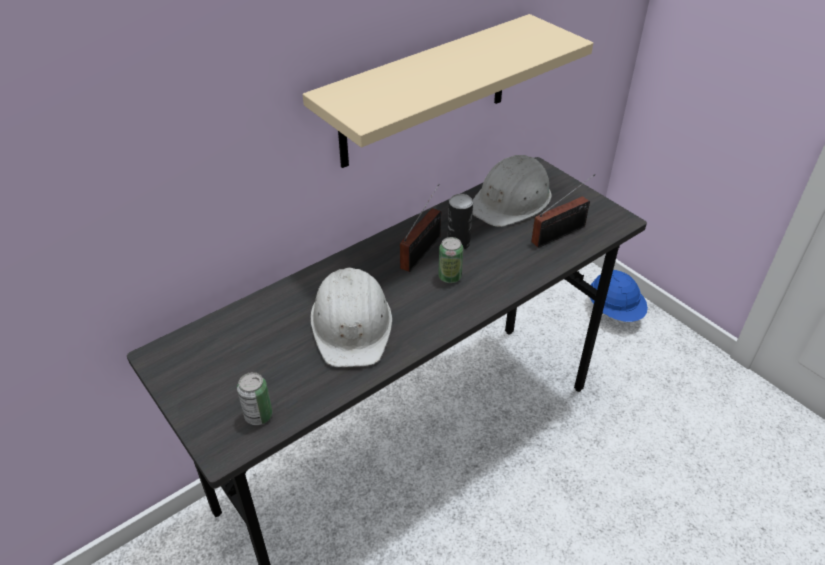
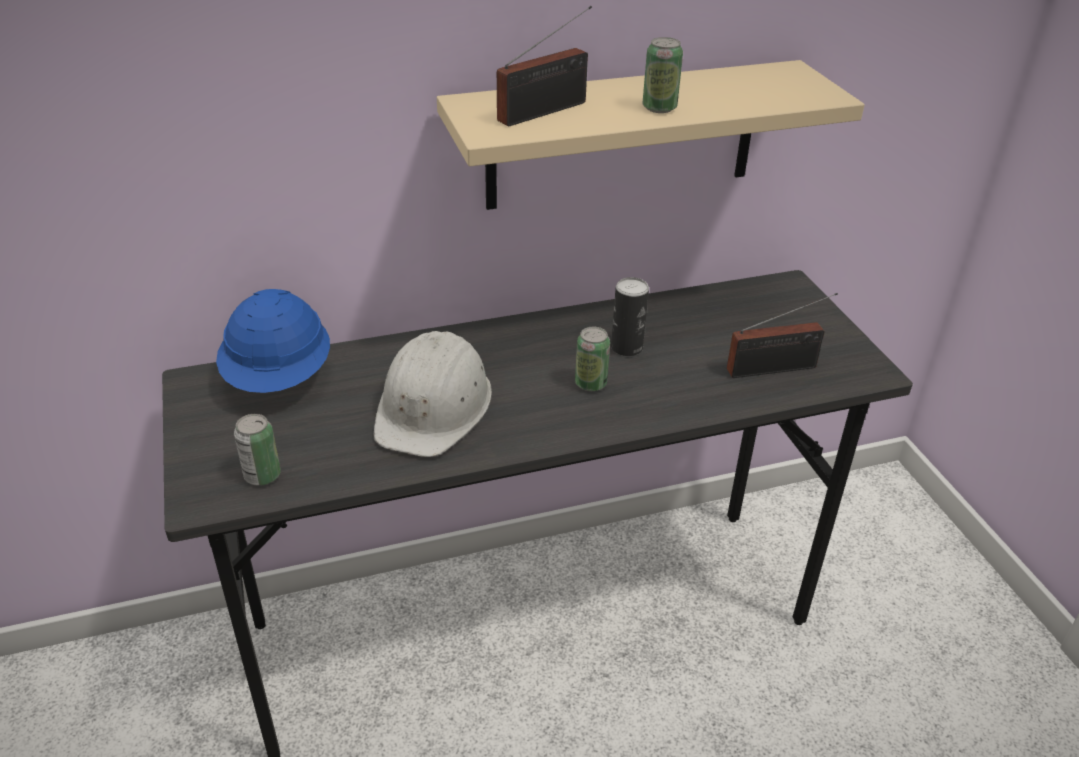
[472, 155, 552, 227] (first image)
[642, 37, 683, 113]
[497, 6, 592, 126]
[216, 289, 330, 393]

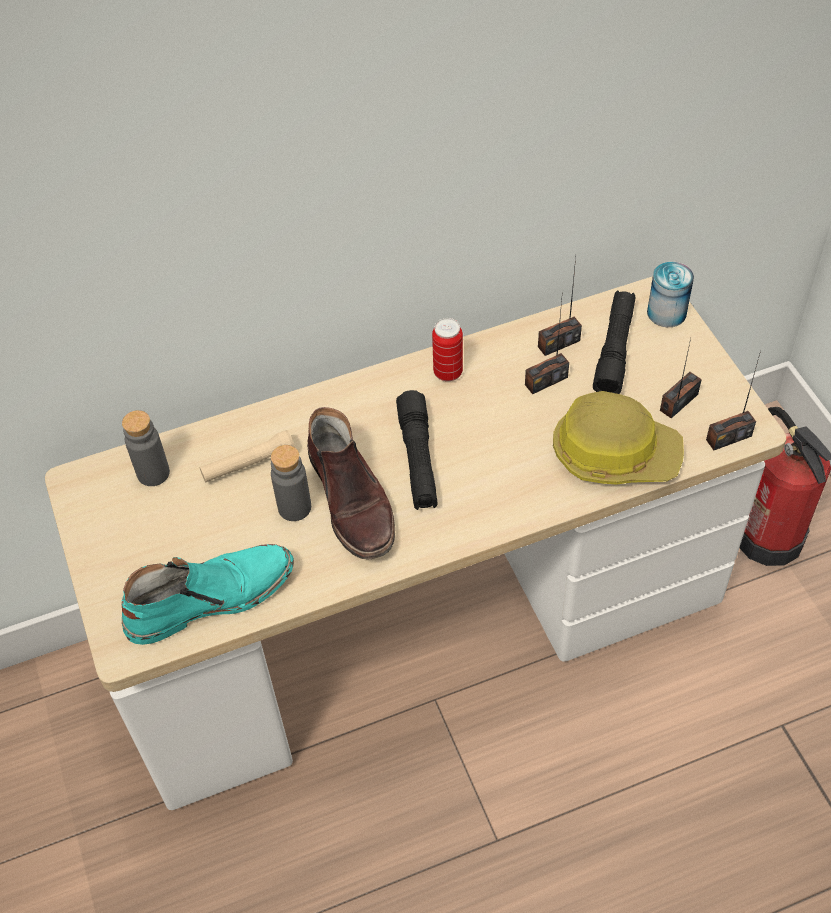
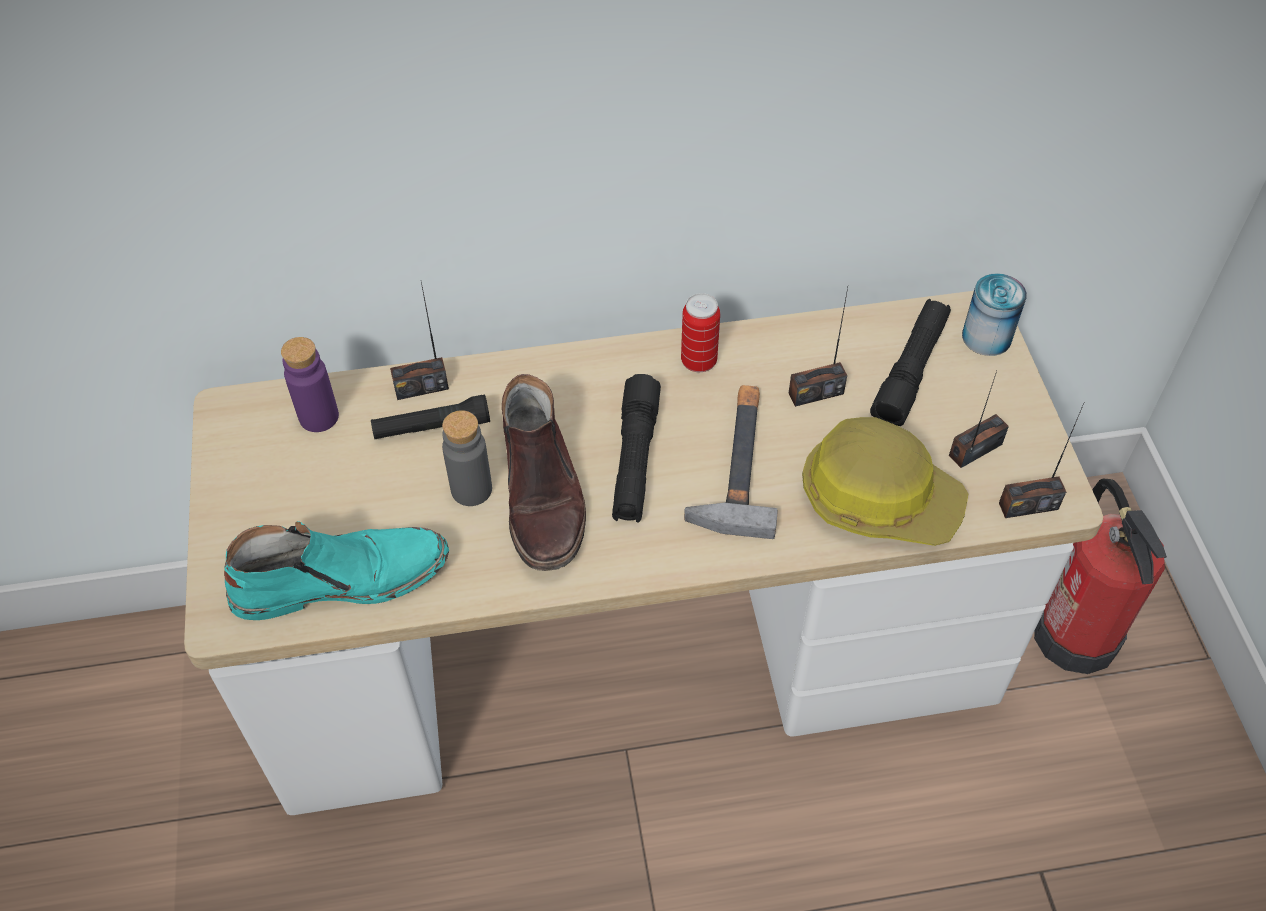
[684, 385, 778, 539]
[390, 282, 449, 400]
[281, 337, 339, 432]
[371, 394, 490, 439]

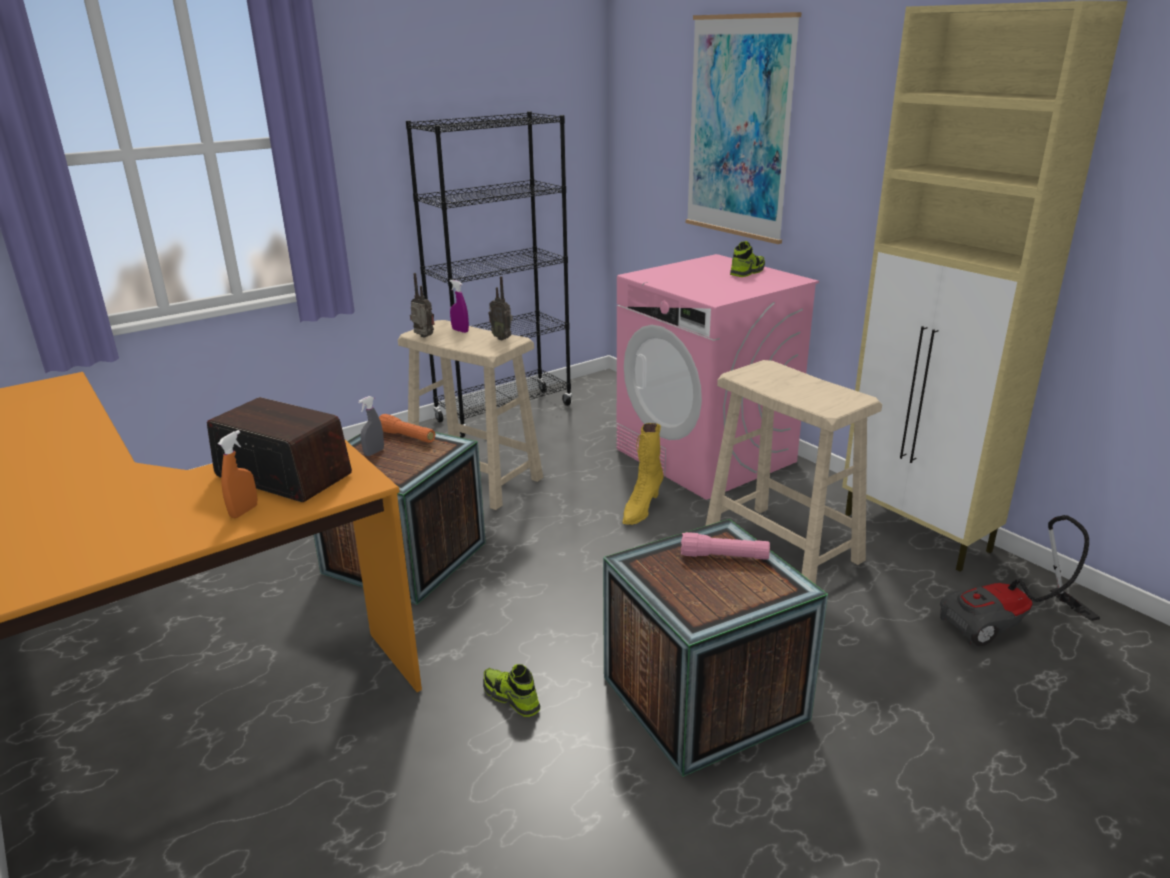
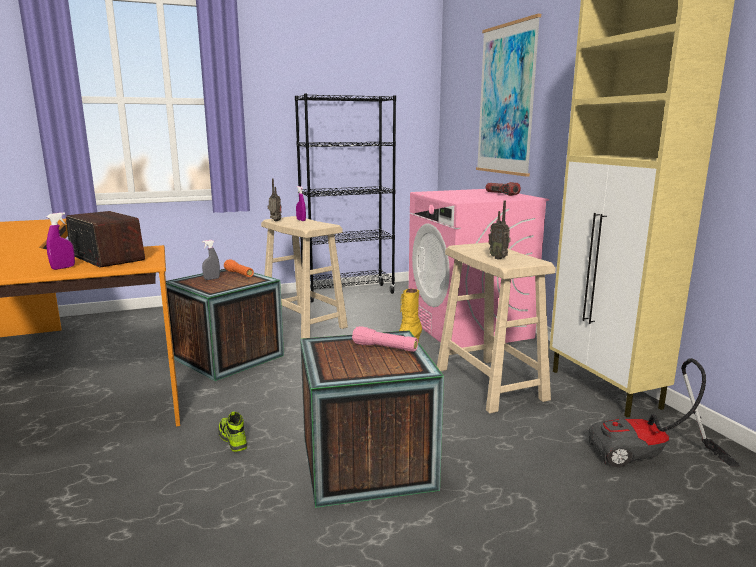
[488, 201, 511, 260]
[485, 182, 521, 196]
[47, 212, 75, 270]

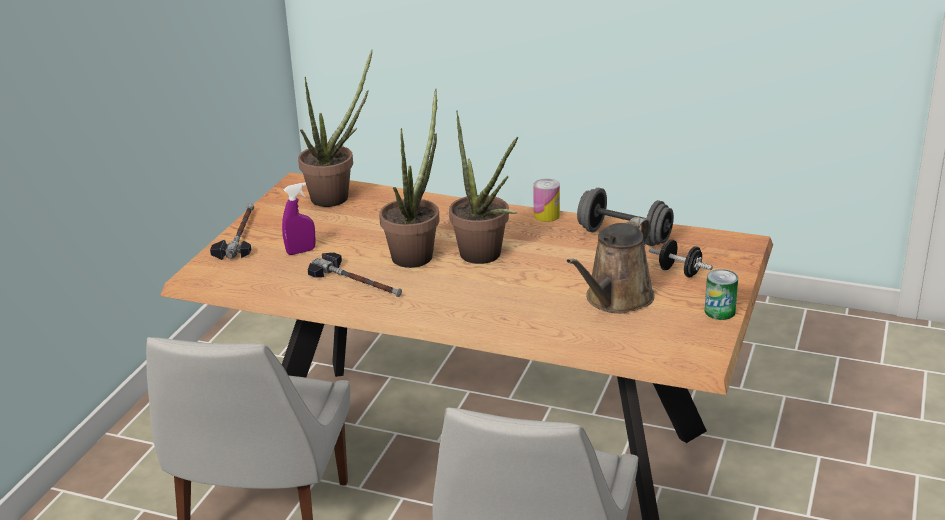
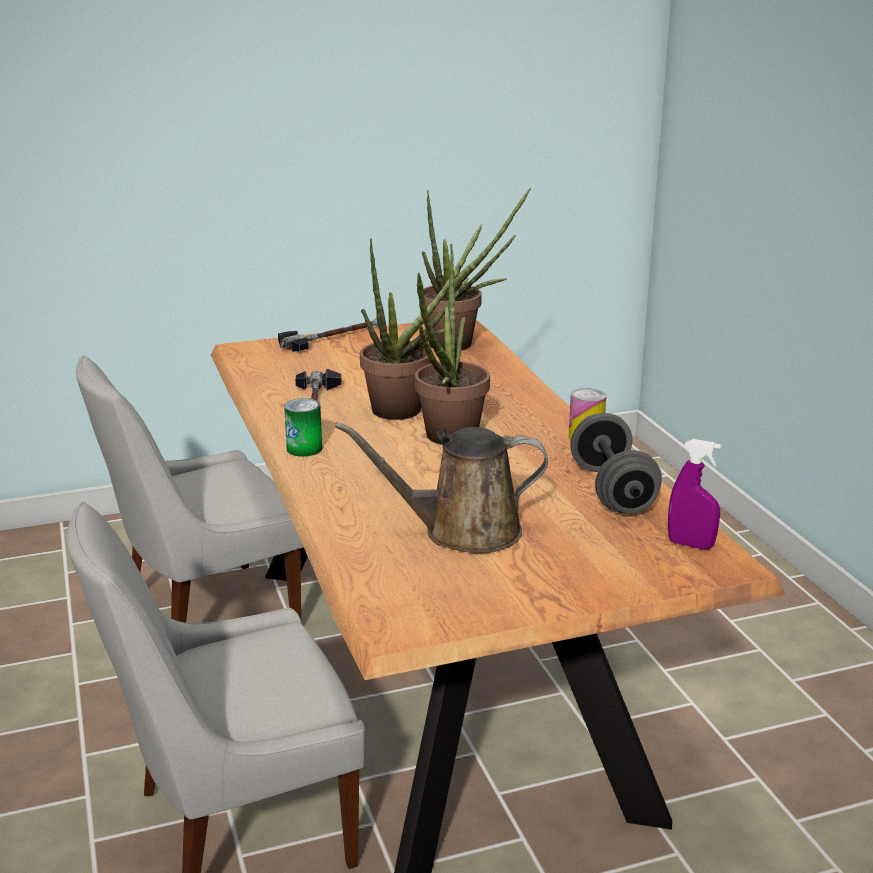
[649, 240, 713, 277] (first image)
[668, 439, 721, 549]
[284, 398, 322, 457]

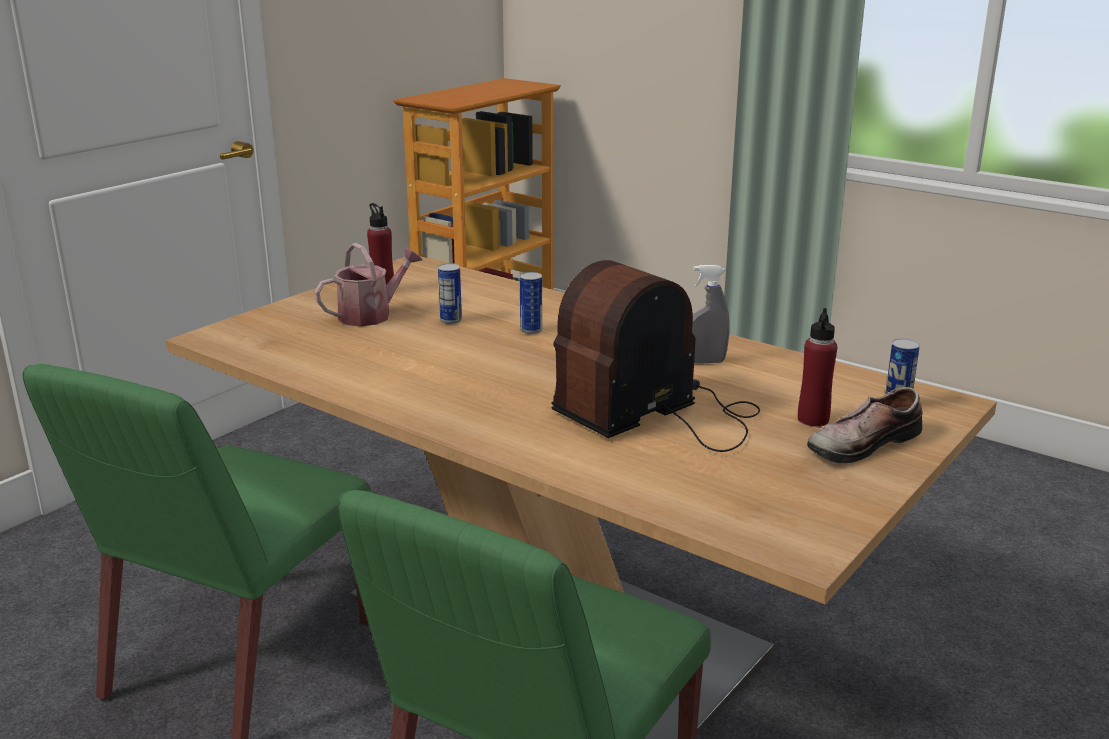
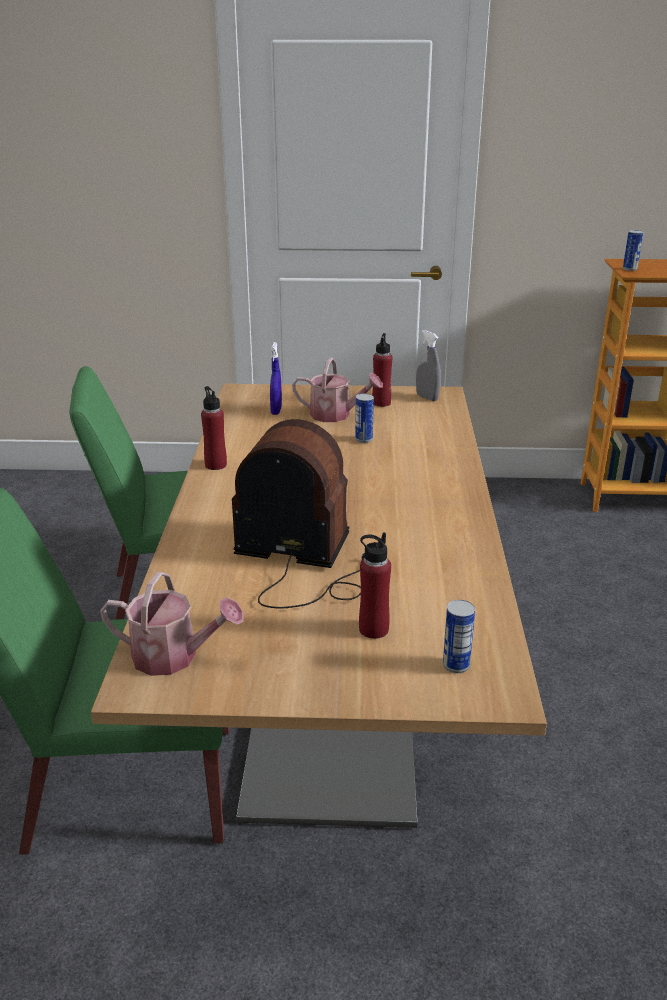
[807, 387, 923, 464] (first image)
[100, 572, 244, 676]
[201, 386, 227, 470]
[270, 342, 282, 415]
[623, 230, 643, 271]
[416, 330, 441, 401]

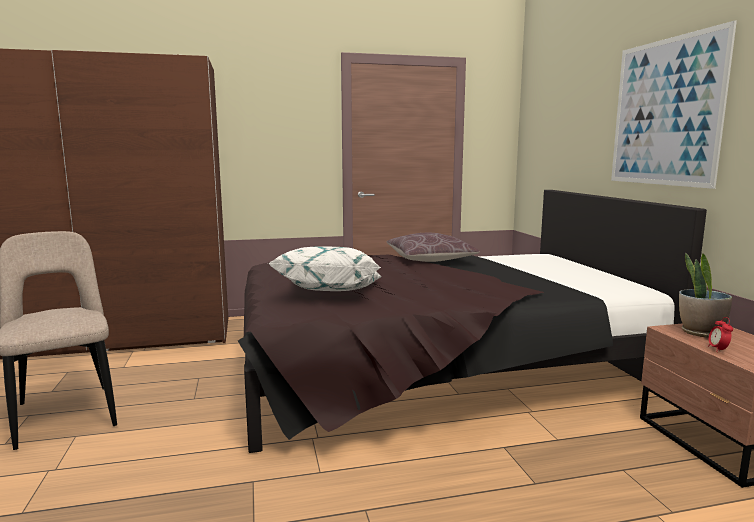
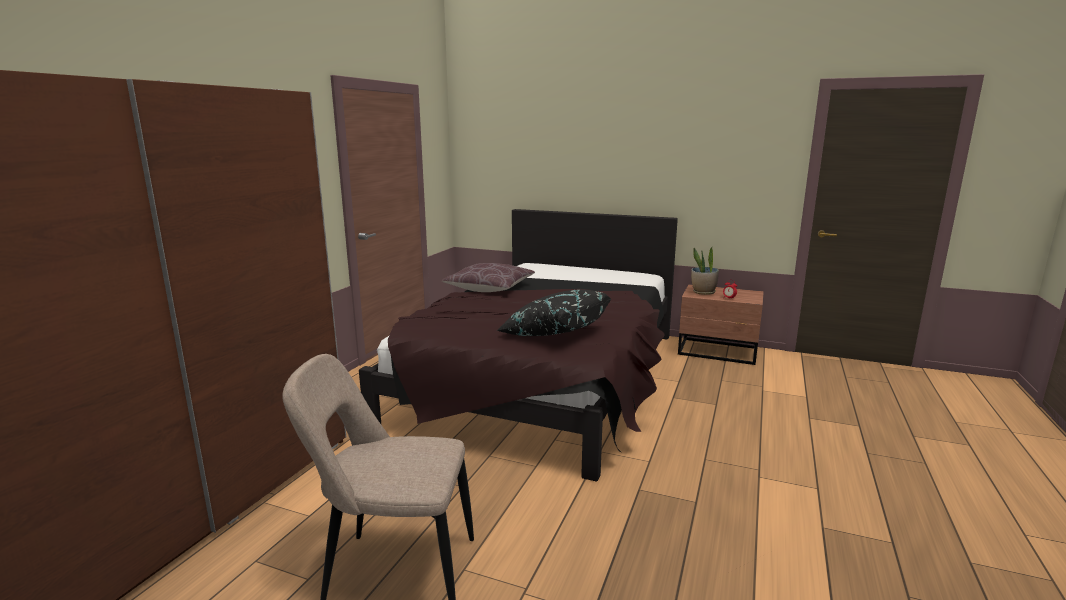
[611, 20, 737, 189] (first image)
[496, 290, 611, 336]

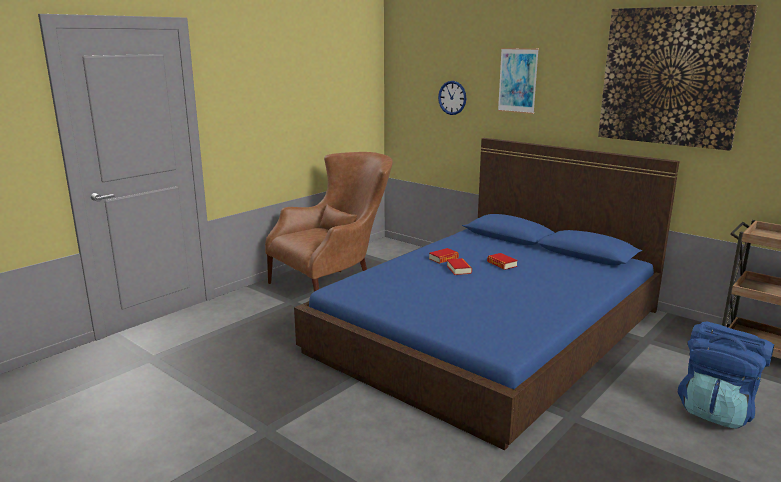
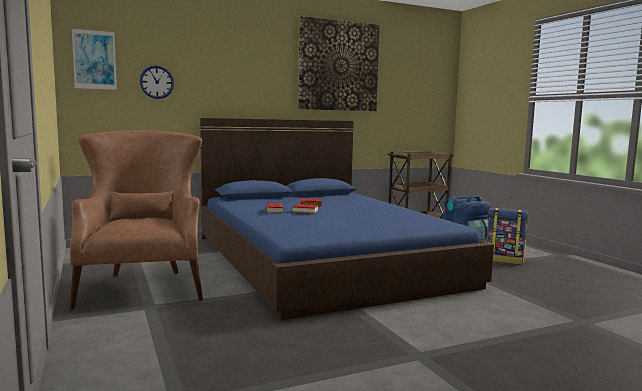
[487, 208, 528, 265]
[72, 28, 117, 91]

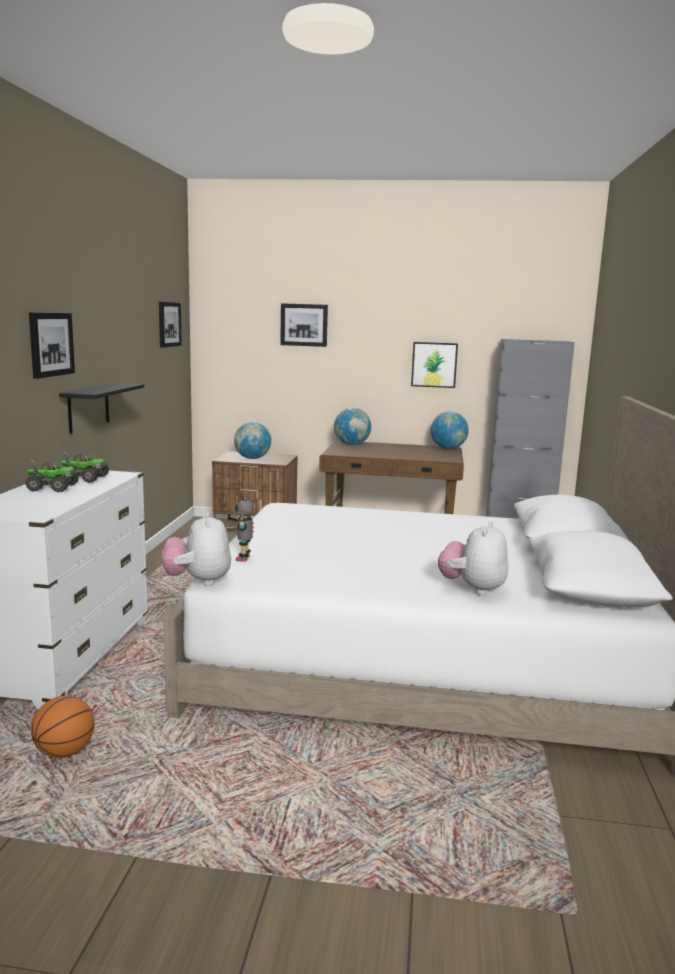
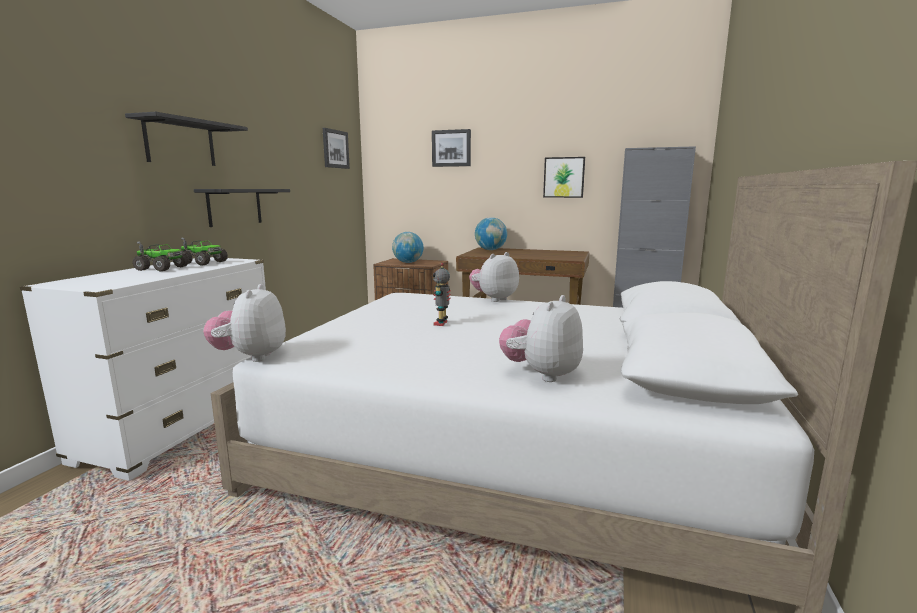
[31, 696, 94, 758] (first image)
[431, 411, 469, 449] (first image)
[469, 252, 519, 302]
[433, 263, 451, 326]
[125, 112, 248, 166]

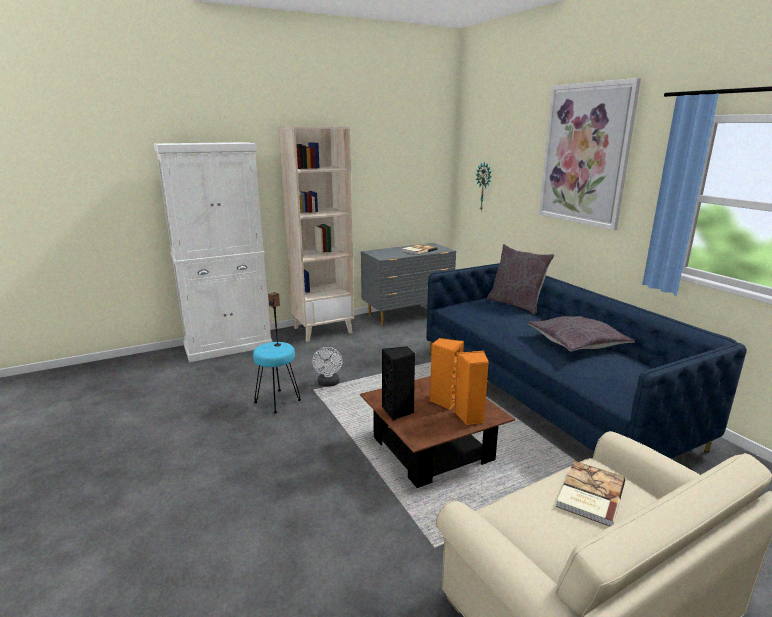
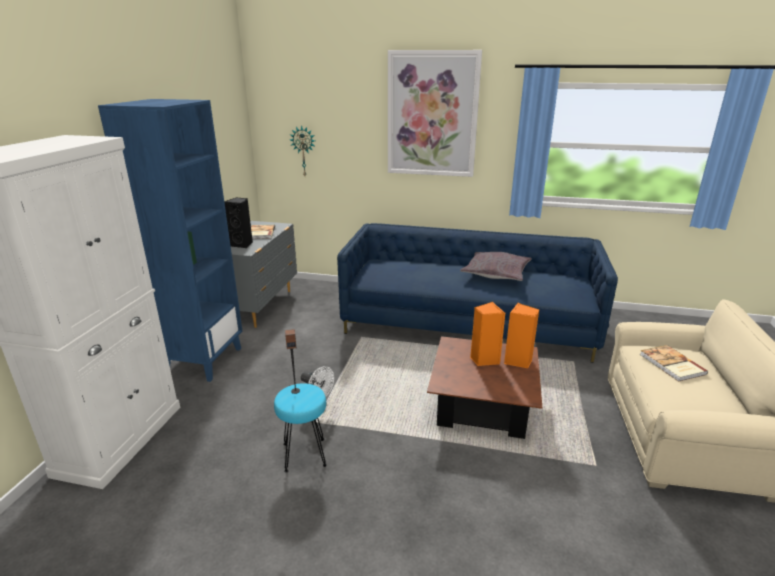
[487, 244, 554, 315] (first image)
[224, 197, 253, 248]
[98, 99, 243, 382]

